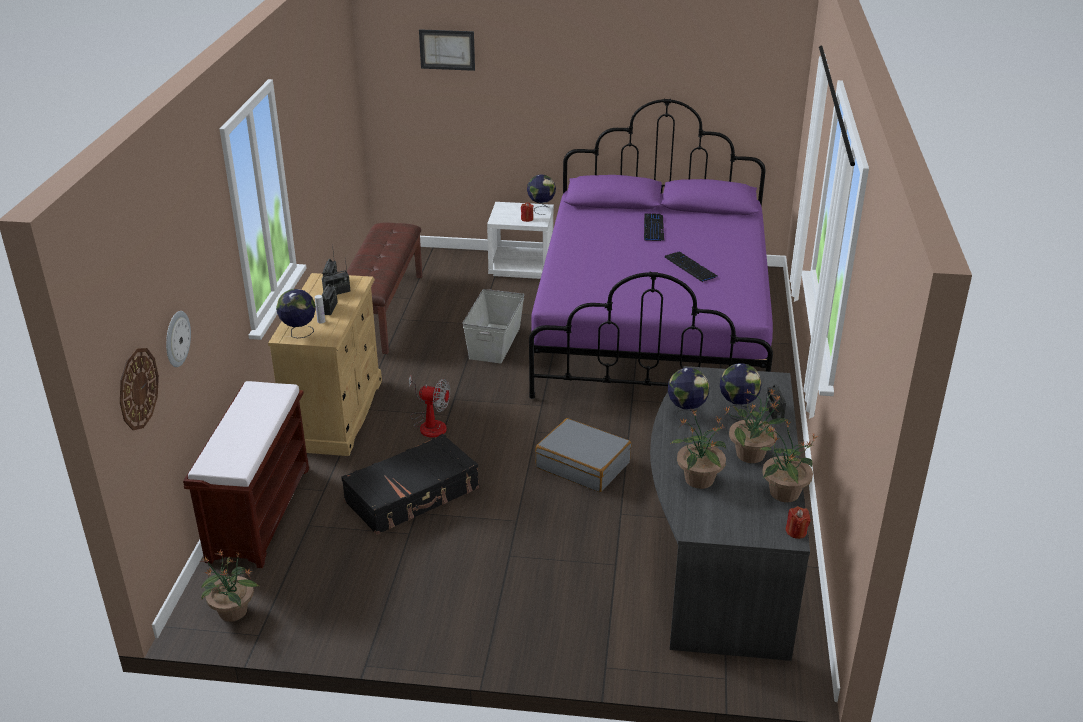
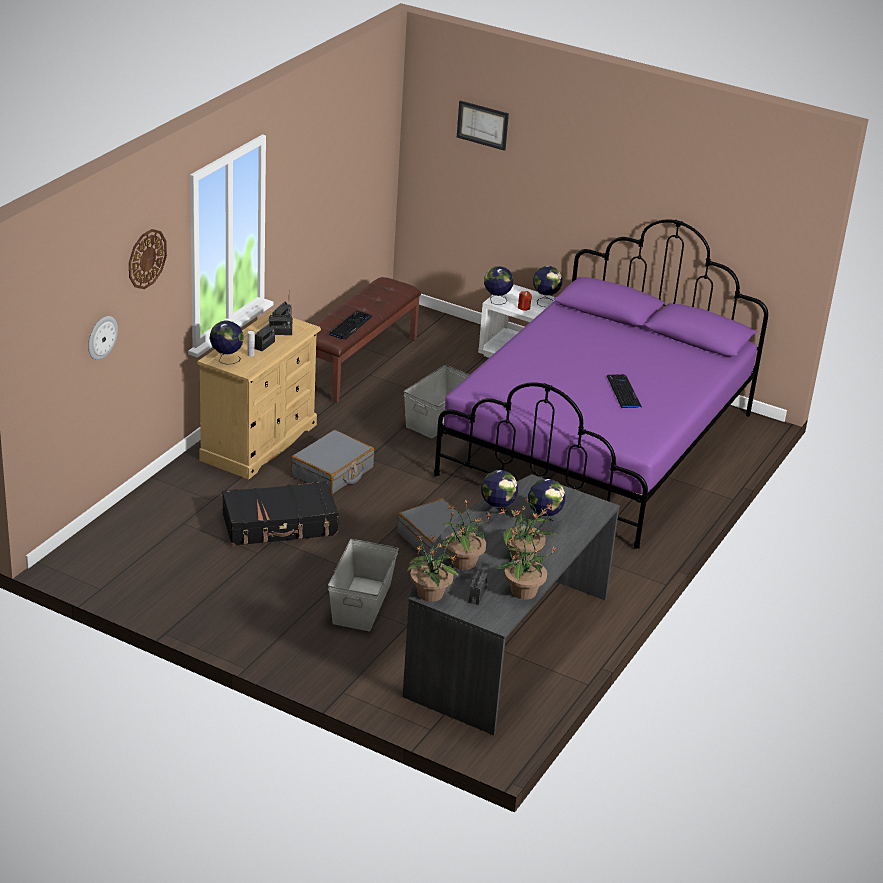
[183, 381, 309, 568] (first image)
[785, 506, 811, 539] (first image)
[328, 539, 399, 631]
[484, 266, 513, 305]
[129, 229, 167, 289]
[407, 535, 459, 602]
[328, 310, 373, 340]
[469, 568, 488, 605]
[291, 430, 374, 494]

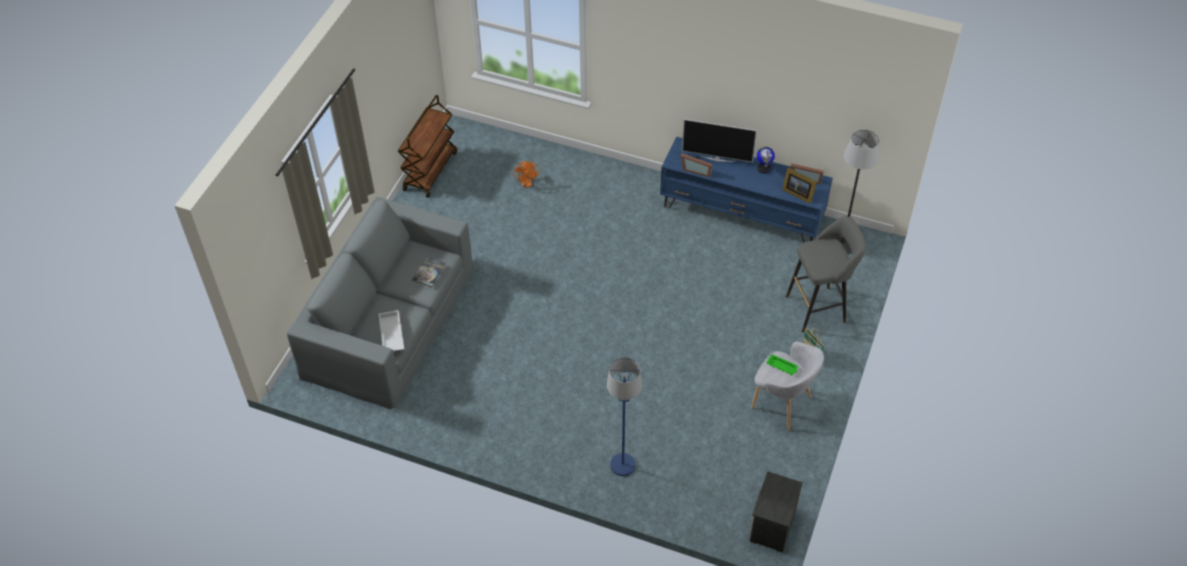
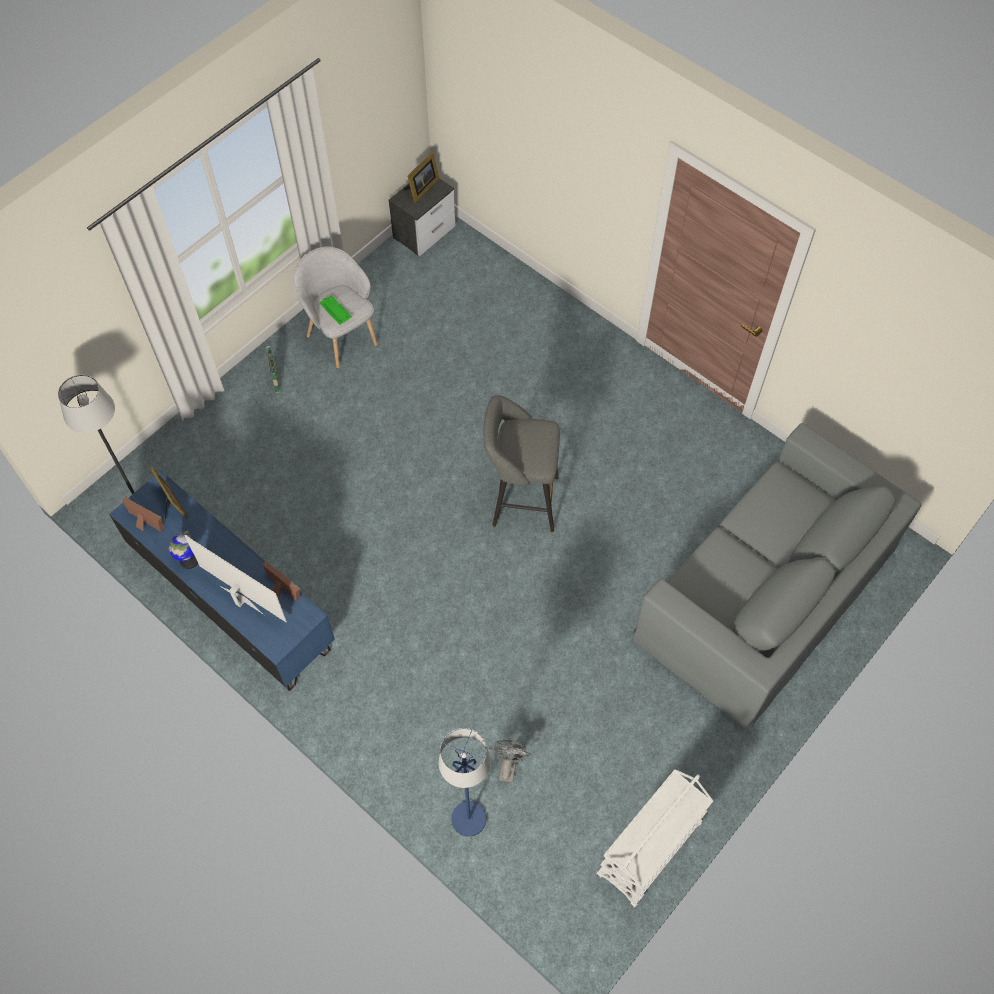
[378, 310, 404, 351] (first image)
[412, 257, 446, 287] (first image)
[403, 152, 439, 203]
[439, 728, 490, 837]
[484, 395, 560, 532]
[596, 769, 713, 908]
[489, 740, 531, 783]

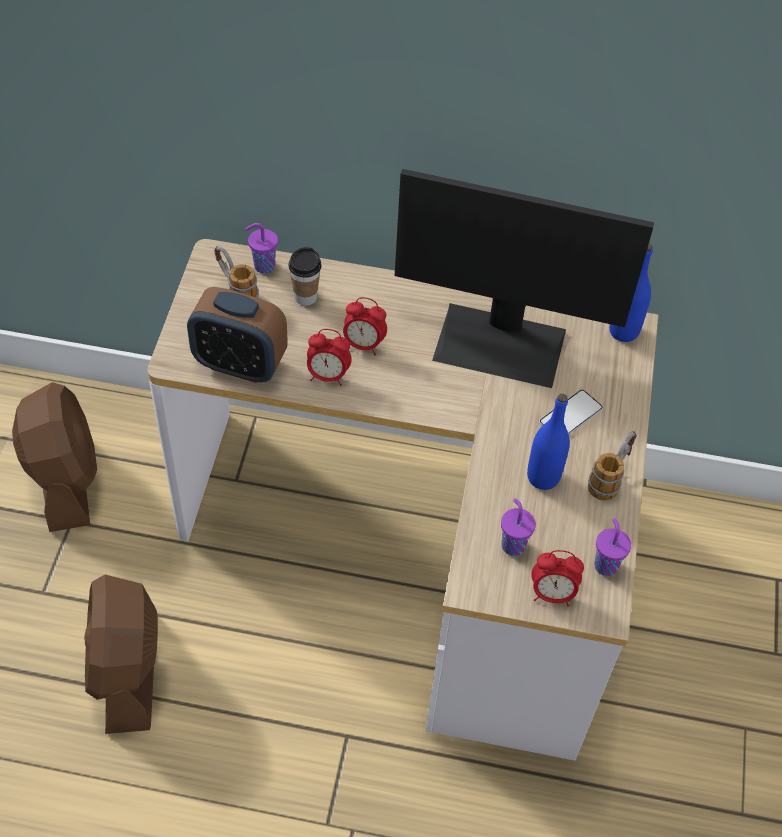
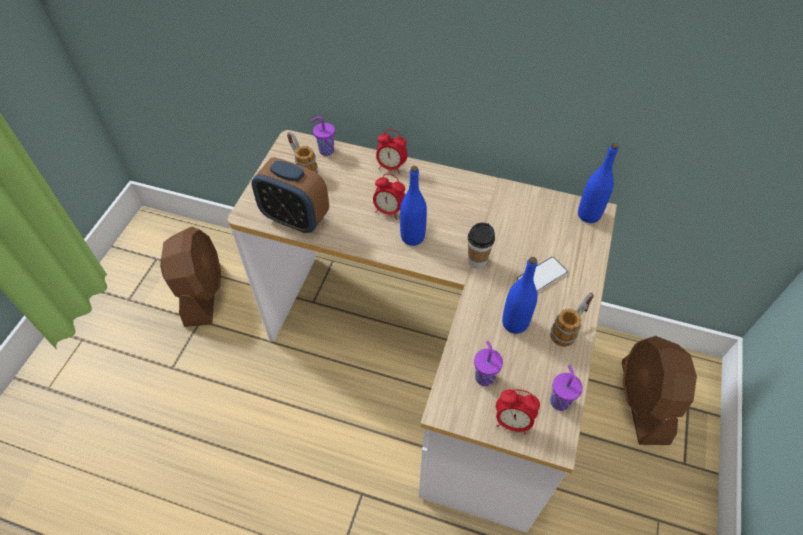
[395, 169, 654, 388] (first image)
[400, 166, 427, 246]
[622, 336, 697, 445]
[468, 223, 495, 269]
[376, 129, 408, 174]

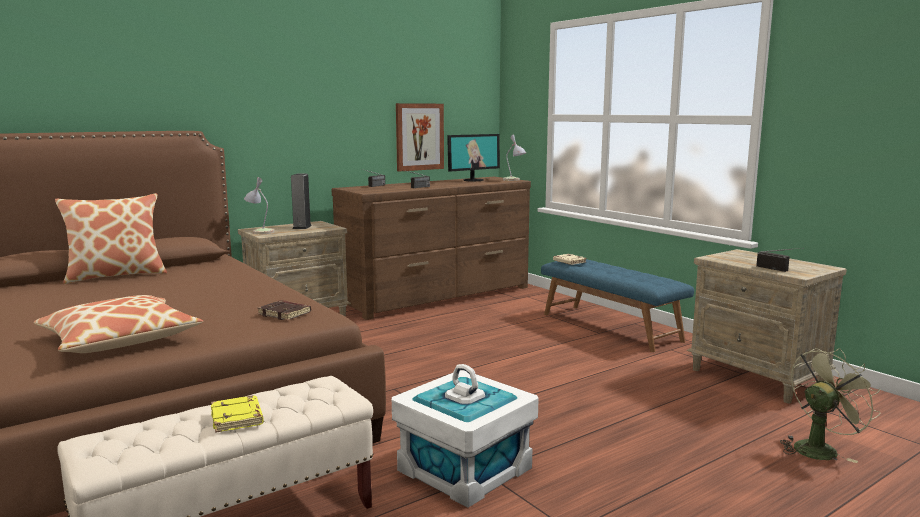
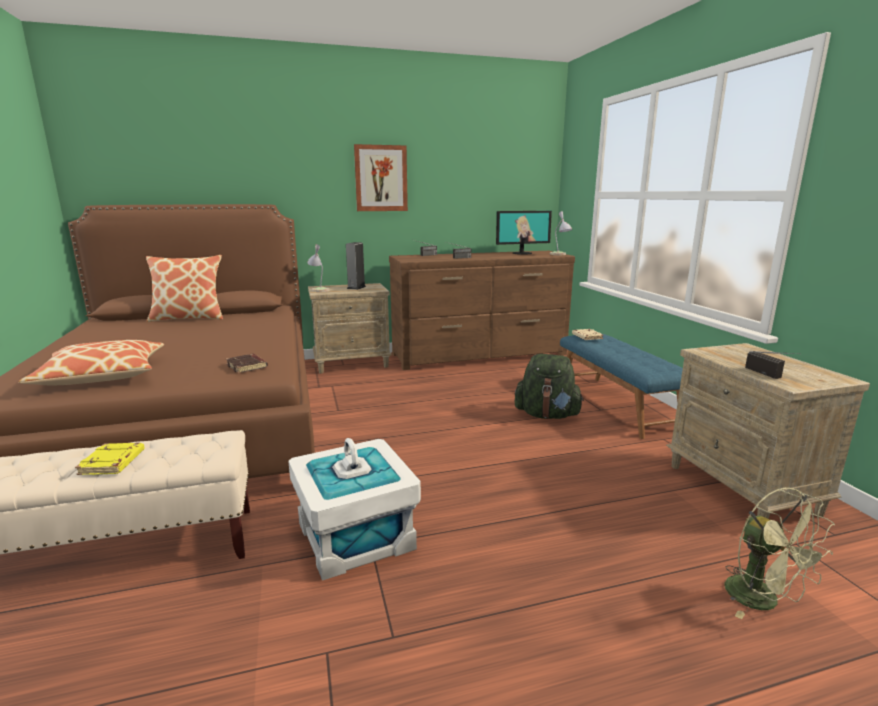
[515, 354, 584, 419]
[354, 144, 408, 211]
[724, 488, 835, 619]

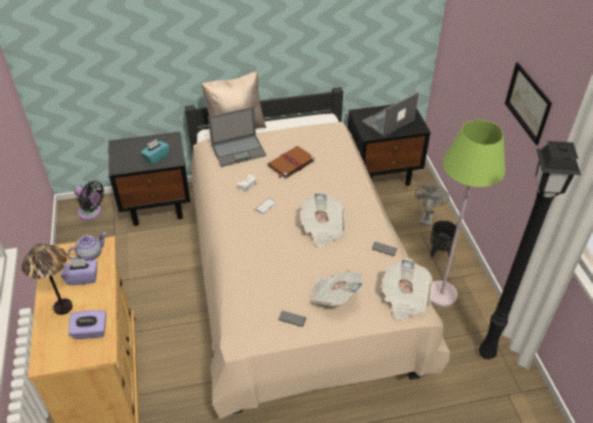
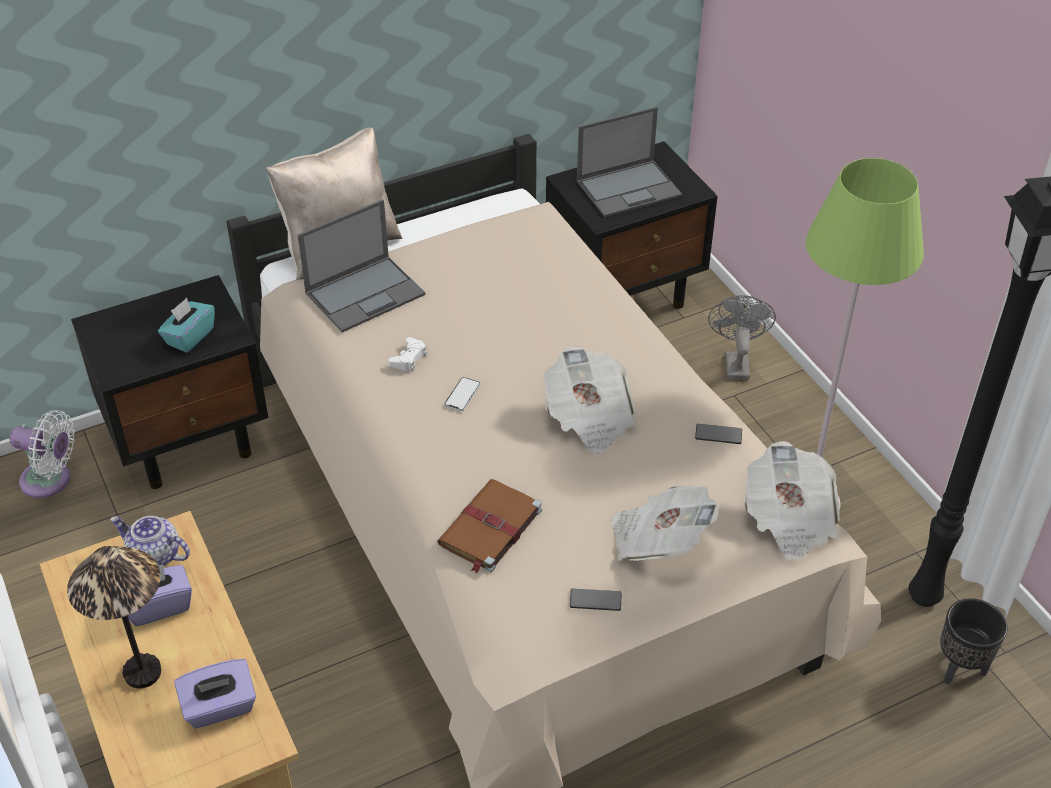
[505, 62, 552, 145] (first image)
[437, 479, 542, 573]
[940, 598, 1008, 685]
[10, 410, 75, 498]
[110, 516, 190, 566]
[577, 106, 682, 217]

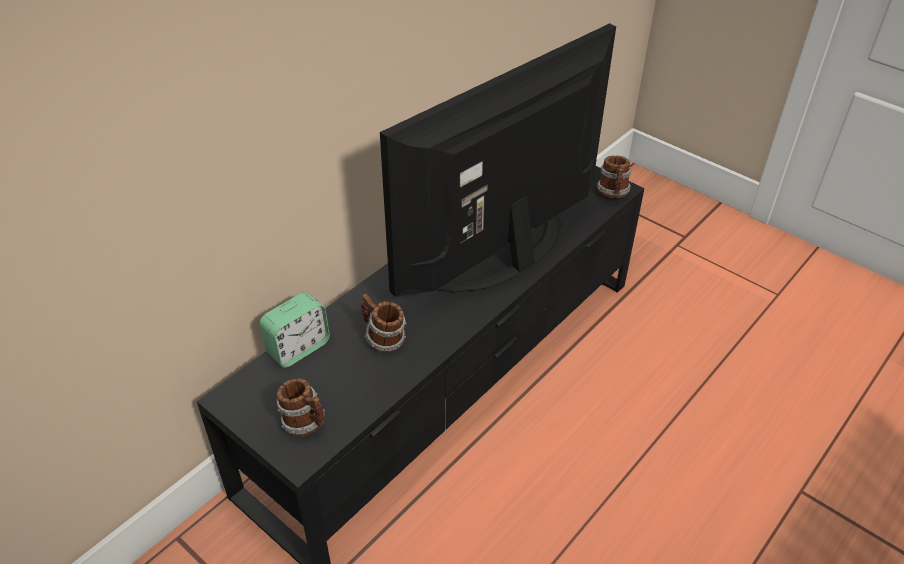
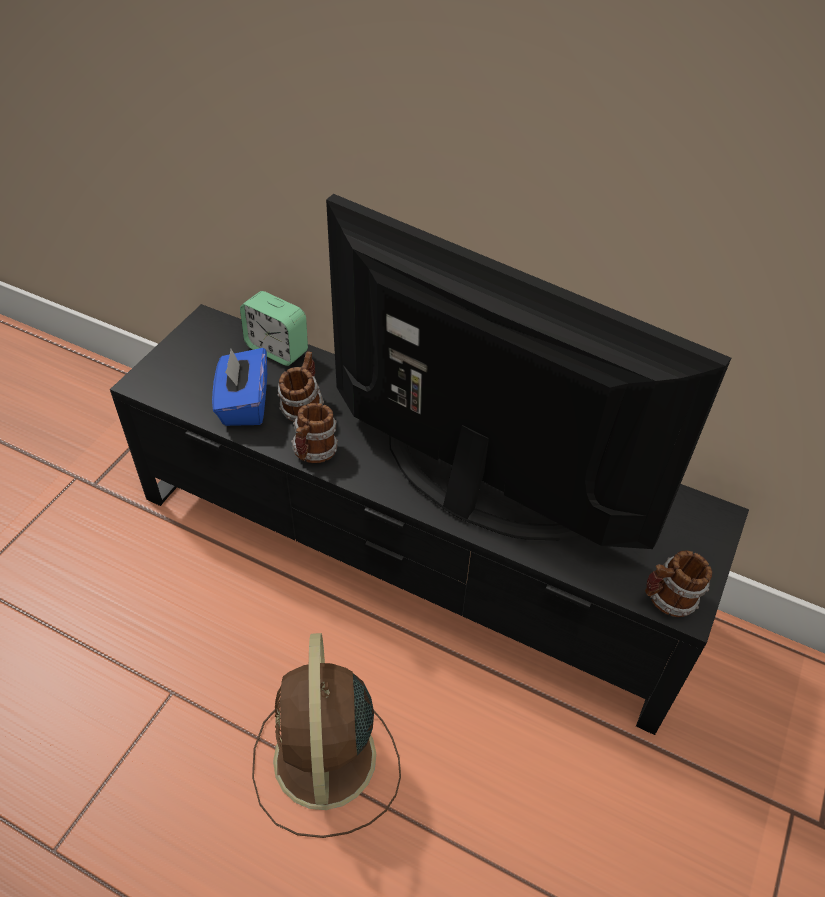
[212, 348, 267, 426]
[252, 633, 401, 838]
[291, 403, 338, 463]

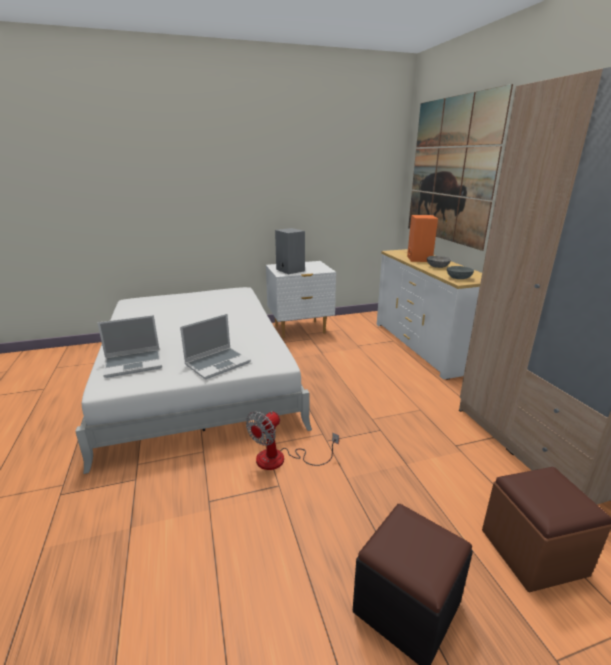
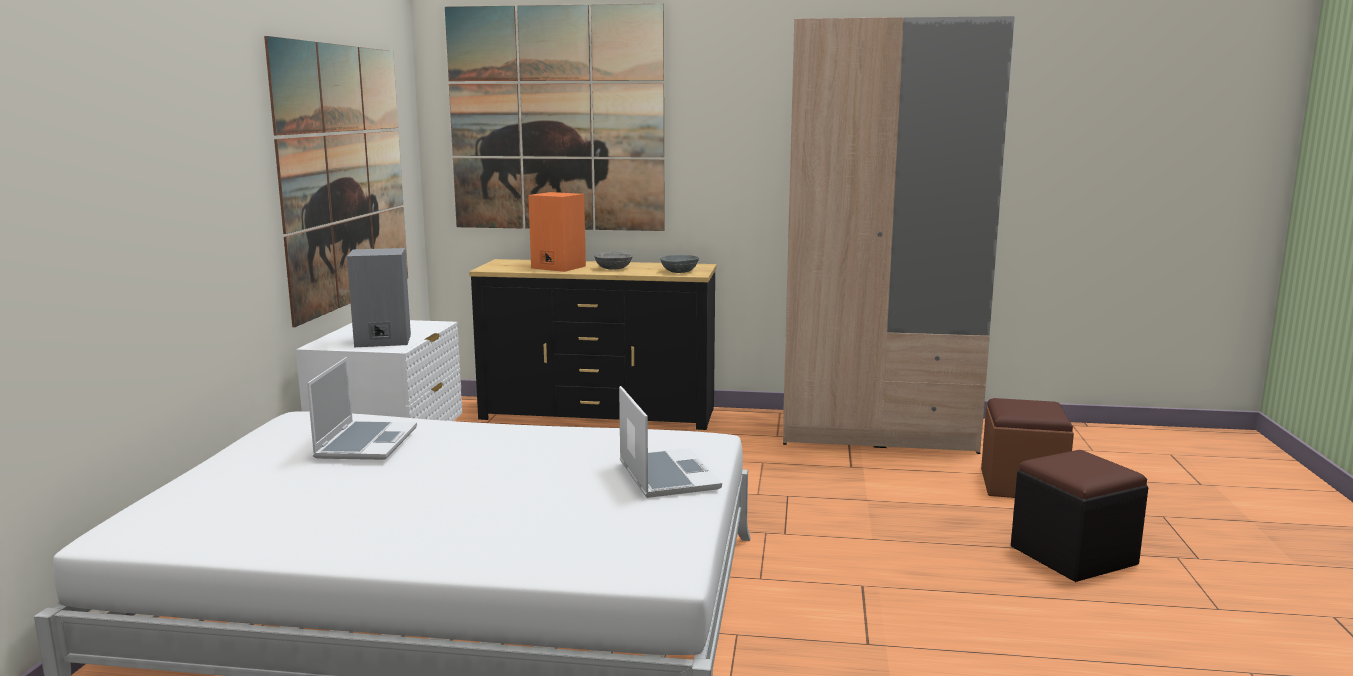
[246, 411, 339, 470] (first image)
[264, 36, 408, 327]
[307, 357, 417, 460]
[469, 259, 717, 430]

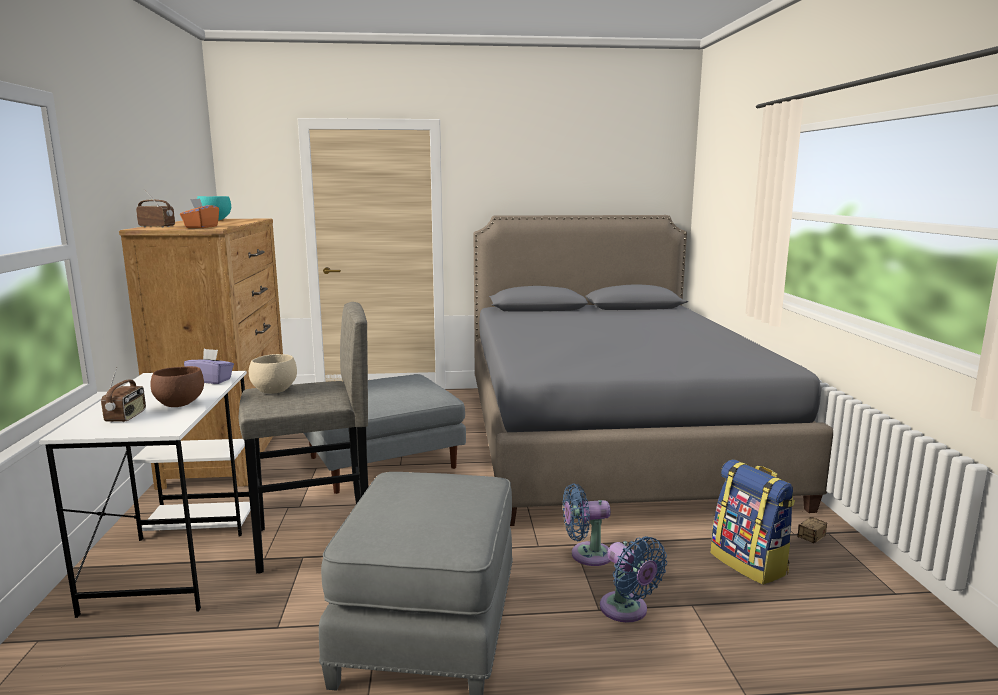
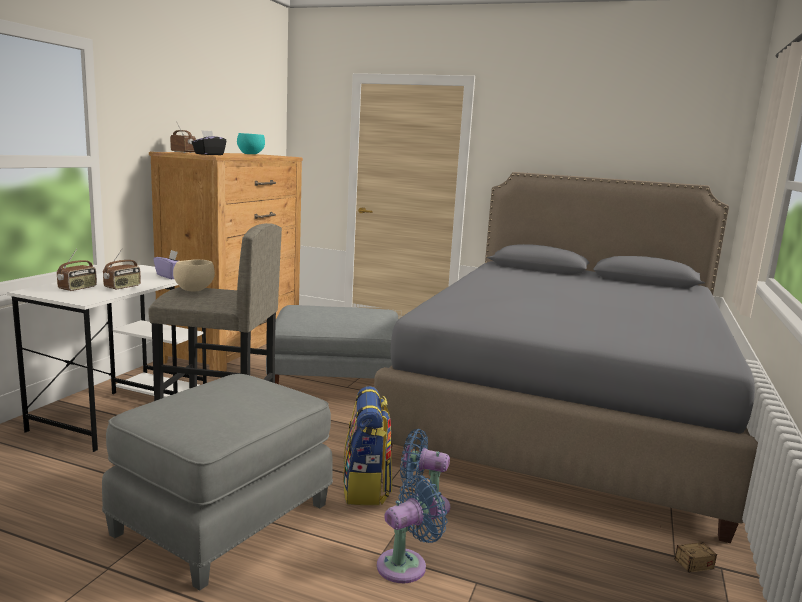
[343, 386, 392, 505]
[103, 250, 141, 290]
[191, 130, 226, 155]
[377, 475, 447, 583]

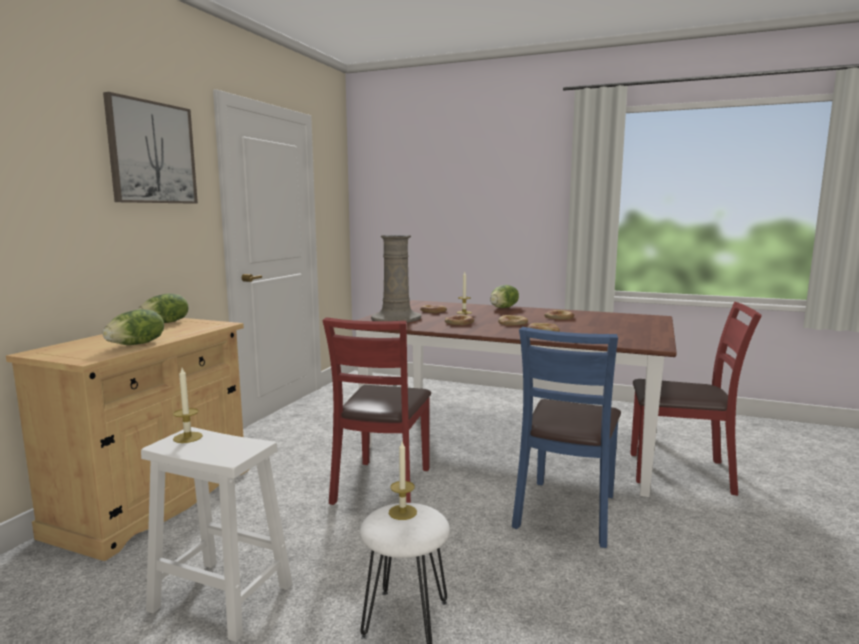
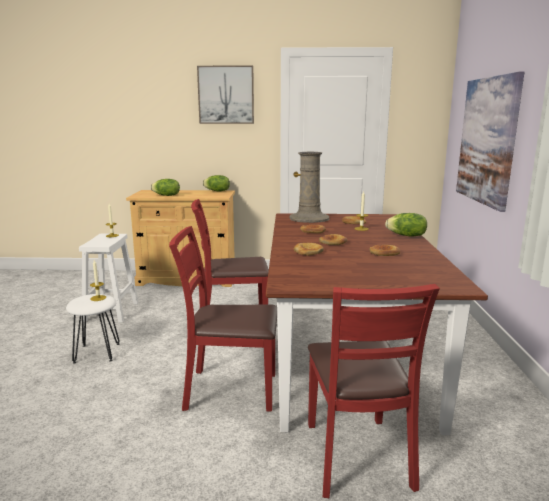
[456, 71, 524, 212]
[169, 226, 277, 412]

